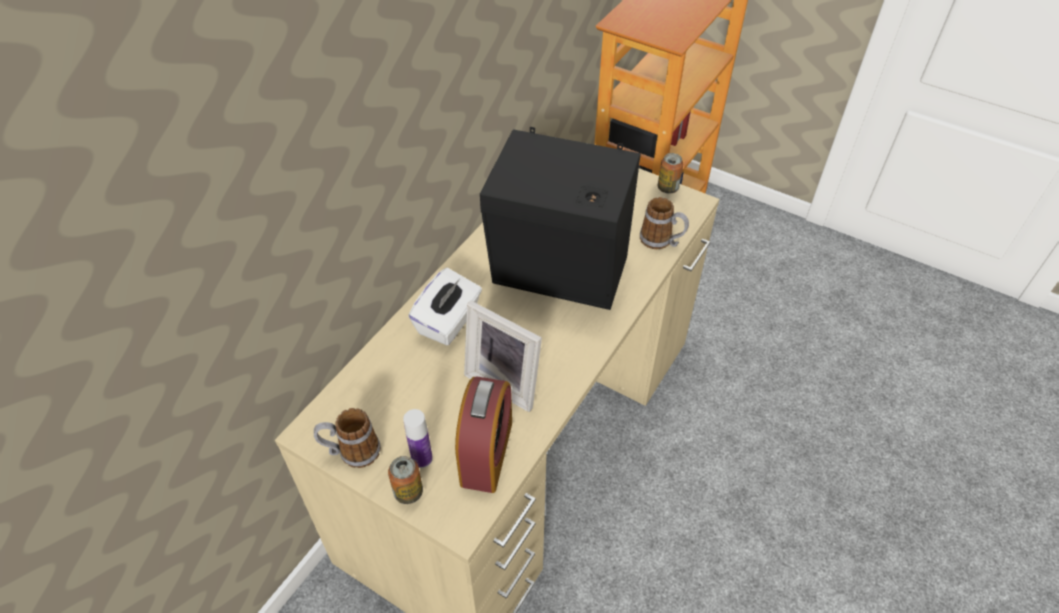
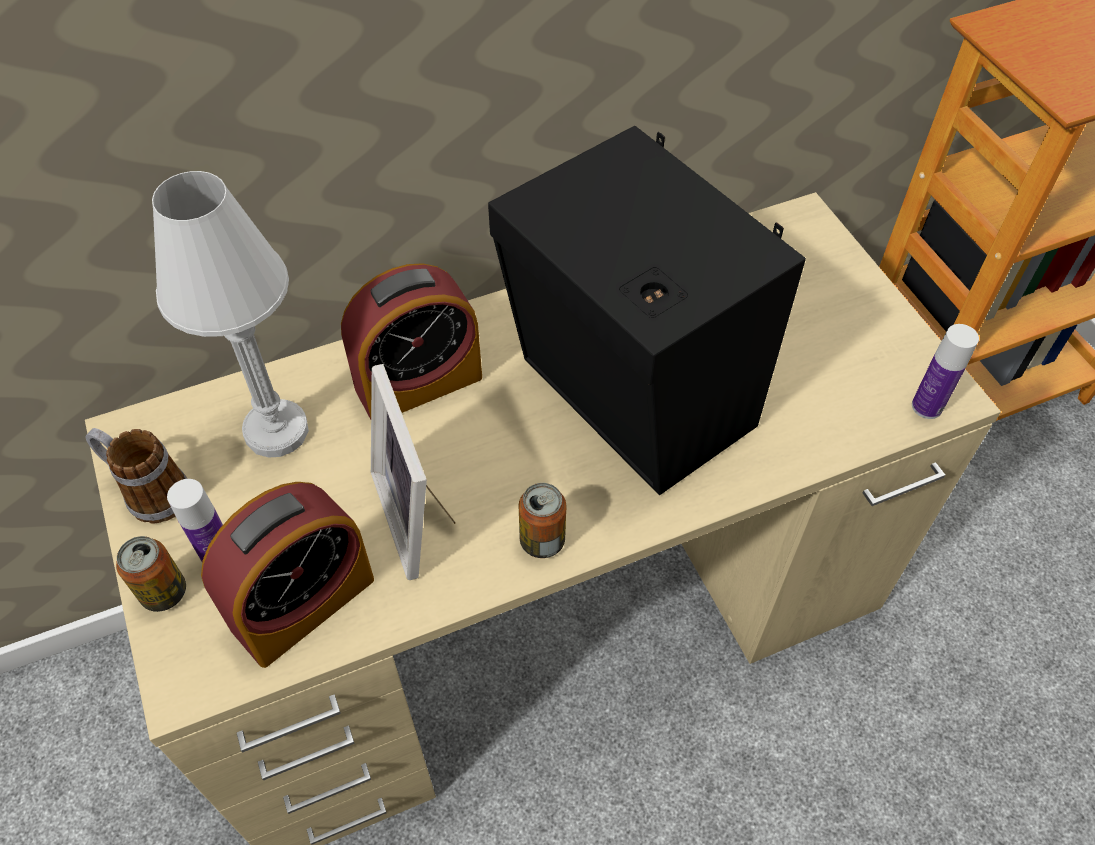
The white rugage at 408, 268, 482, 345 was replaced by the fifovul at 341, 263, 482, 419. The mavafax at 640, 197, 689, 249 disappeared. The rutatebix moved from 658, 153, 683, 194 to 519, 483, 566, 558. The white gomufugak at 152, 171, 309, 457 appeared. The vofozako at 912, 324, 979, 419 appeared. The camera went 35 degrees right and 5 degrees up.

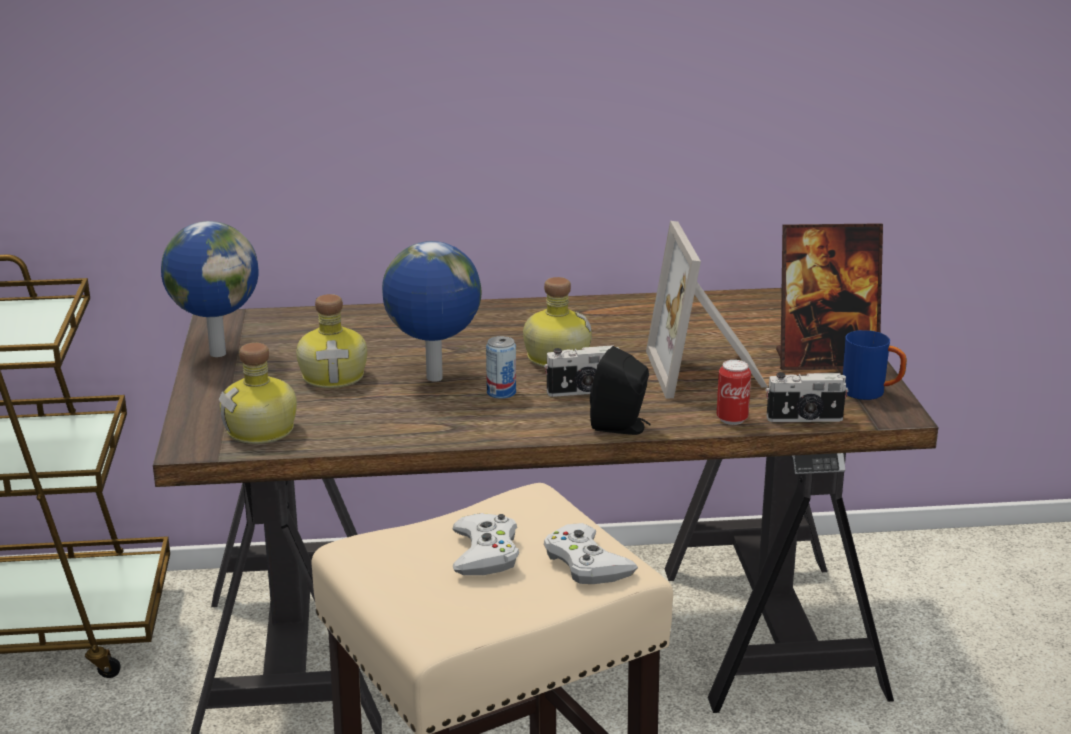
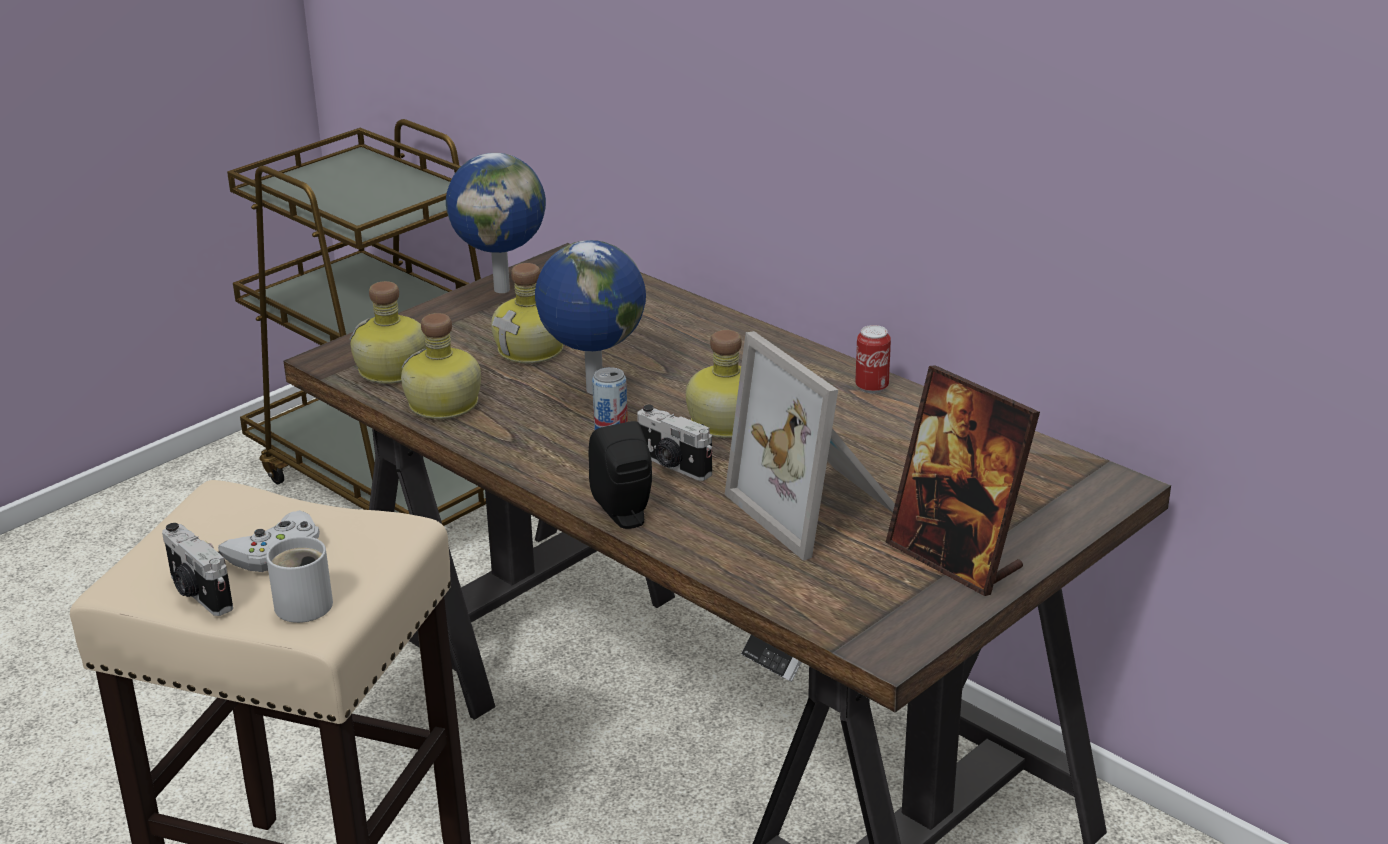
The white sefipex at 544, 523, 638, 584 was replaced by the white mavafax at 266, 536, 333, 623. The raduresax at 646, 221, 768, 398 turned 75 degrees counterclockwise. The rutatebix moved from 717, 360, 751, 425 to 855, 325, 891, 394. The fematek moved from 766, 372, 849, 422 to 162, 523, 233, 616. The blue mavafax at 843, 330, 907, 400 disappeared. The vofozako at 401, 313, 481, 419 appeared. The camera went 50 degrees right and 5 degrees up.

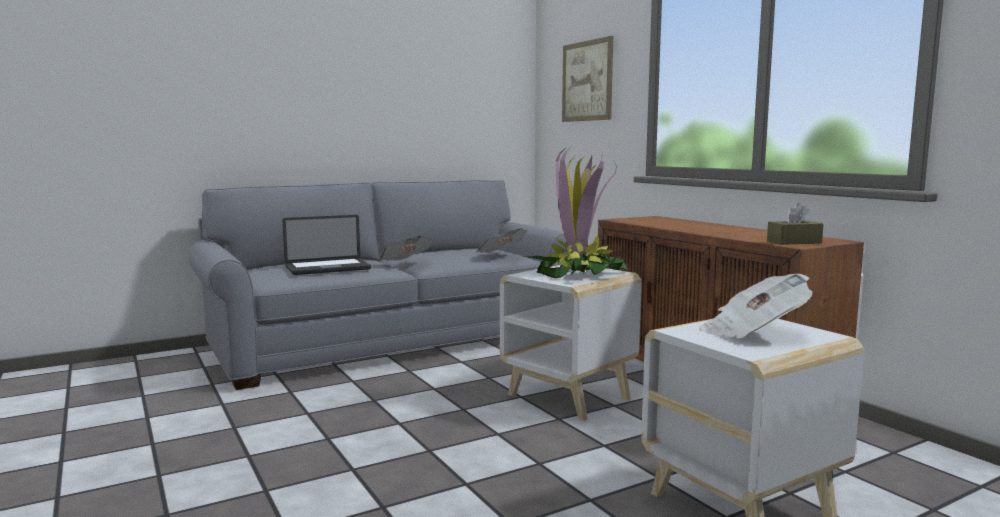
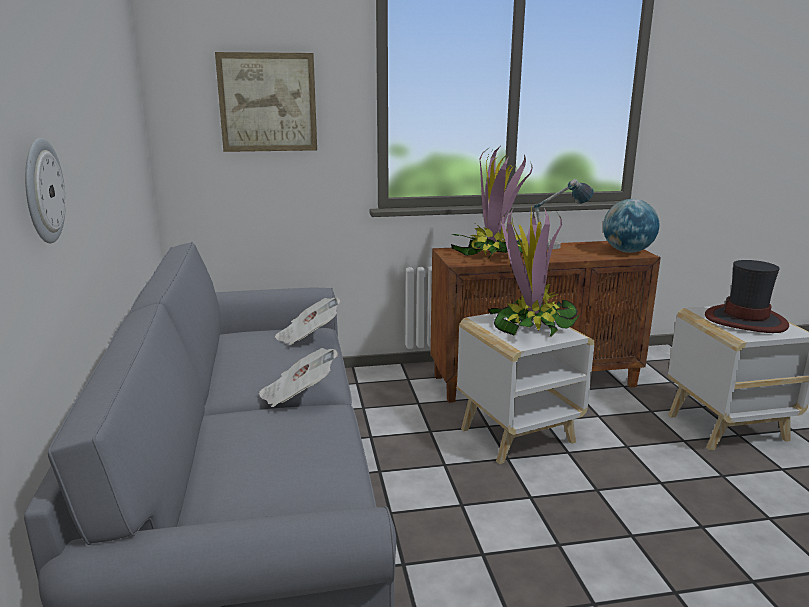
The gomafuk at 282, 215, 371, 275 disappeared. The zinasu at 699, 274, 812, 338 was replaced by the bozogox at 705, 260, 789, 333. The brown rugage at 767, 203, 824, 245 was replaced by the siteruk at 603, 199, 659, 253. The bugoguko at 25, 138, 66, 243 appeared. The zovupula at 451, 146, 533, 258 appeared. The gomufugak at 534, 179, 594, 249 appeared. The camera went 70 degrees left and 10 degrees up.

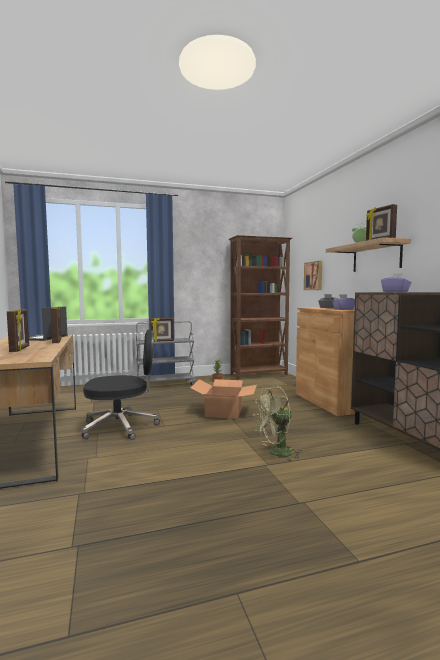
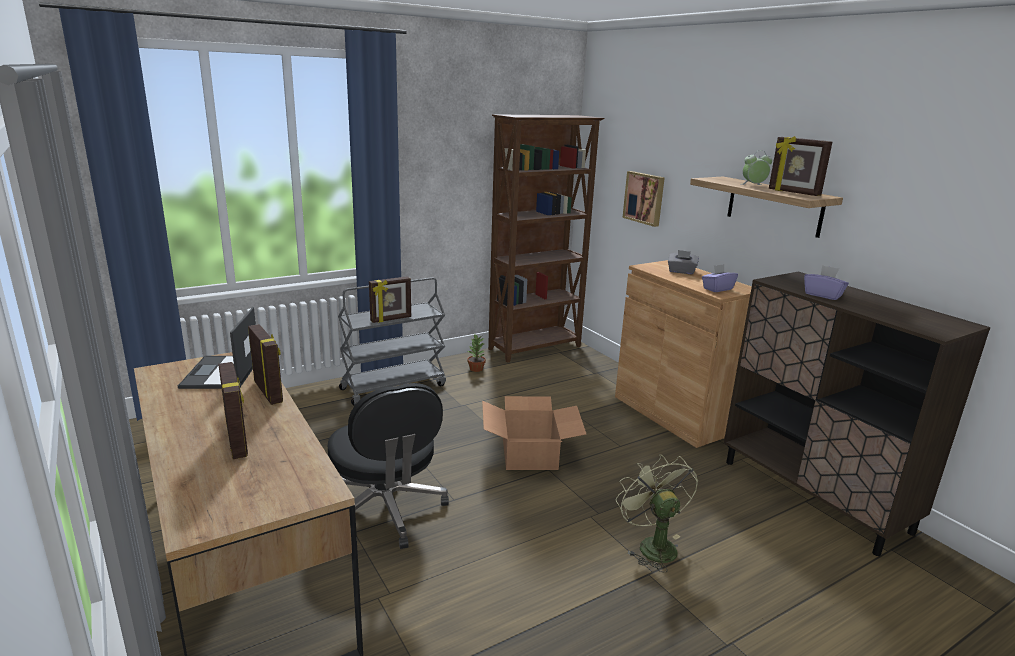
The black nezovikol at 81, 330, 160, 440 turned 90 degrees clockwise. The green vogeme at 253, 386, 303, 462 turned 105 degrees clockwise. The camera went 15 degrees left and 15 degrees up.

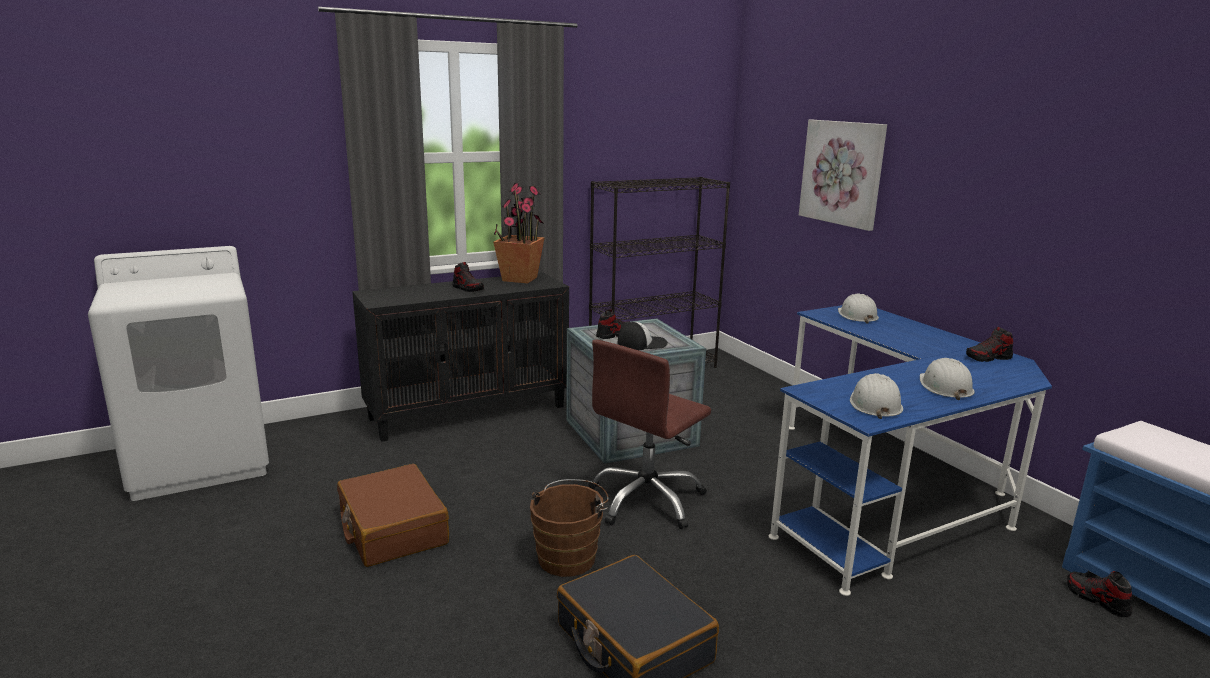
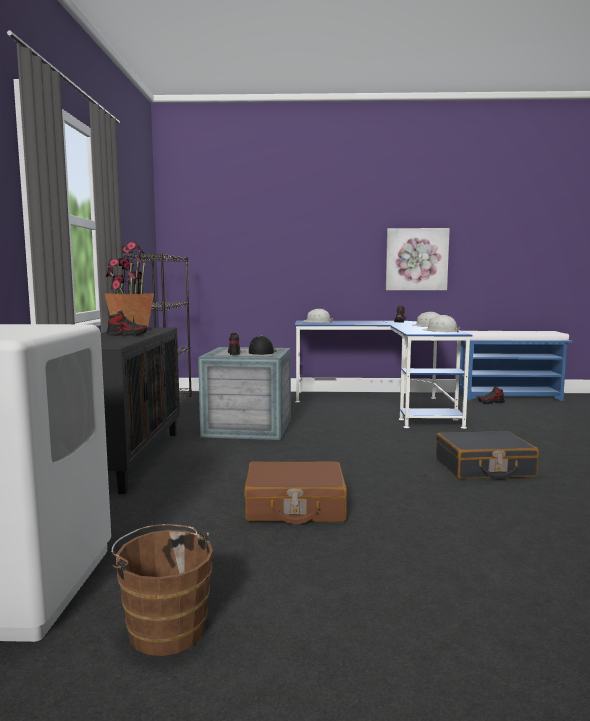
The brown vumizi moved from 530, 479, 609, 577 to 111, 524, 213, 656. The brown nezovikol at 588, 340, 711, 529 disappeared. The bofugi moved from 799, 120, 887, 231 to 386, 228, 450, 290. The camera went 60 degrees left and 10 degrees down.

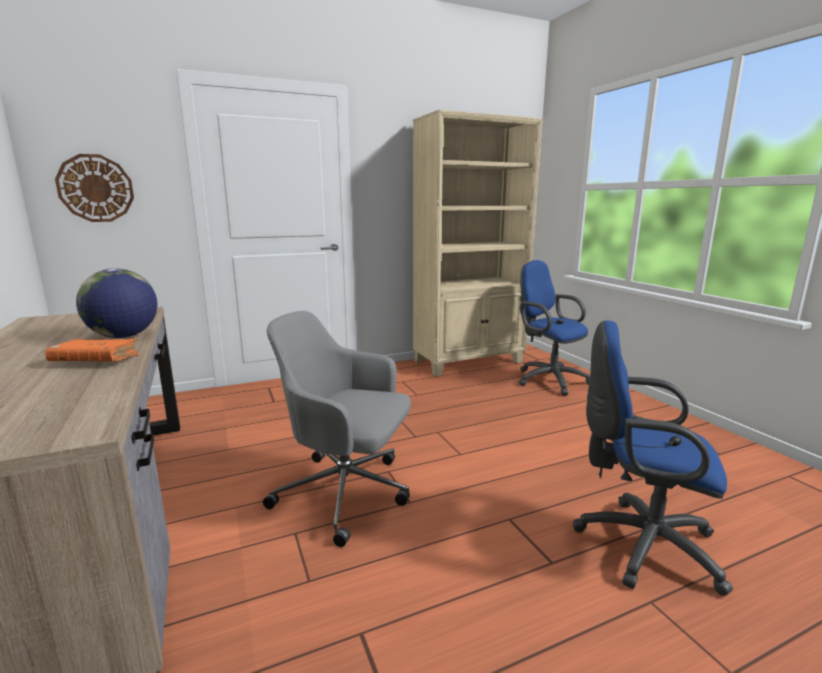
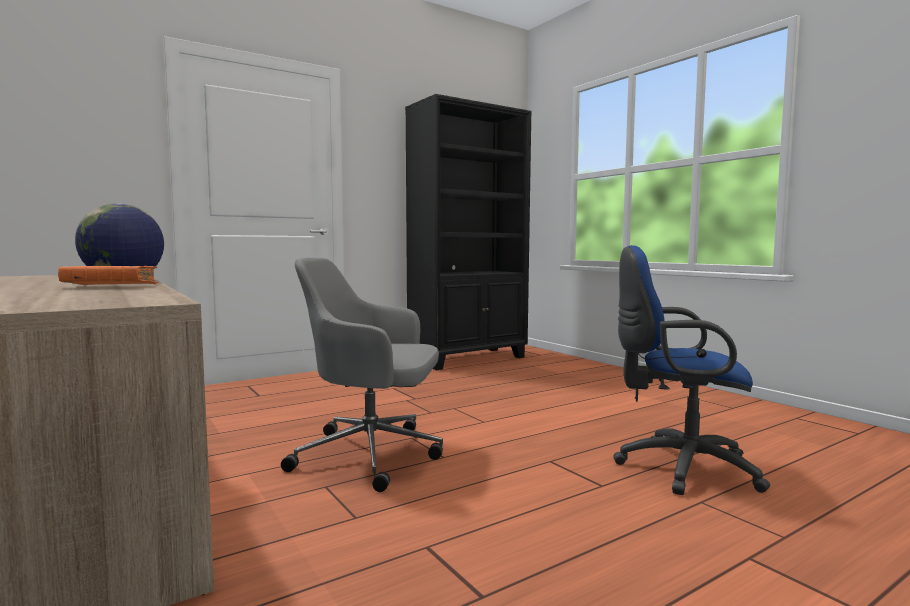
The bugoguko at 55, 154, 134, 222 disappeared. The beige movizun at 413, 110, 542, 376 became the black movizun at 405, 94, 531, 370. The blue nezovikol at 519, 260, 590, 395 disappeared. The camera went 10 degrees left and 10 degrees down.

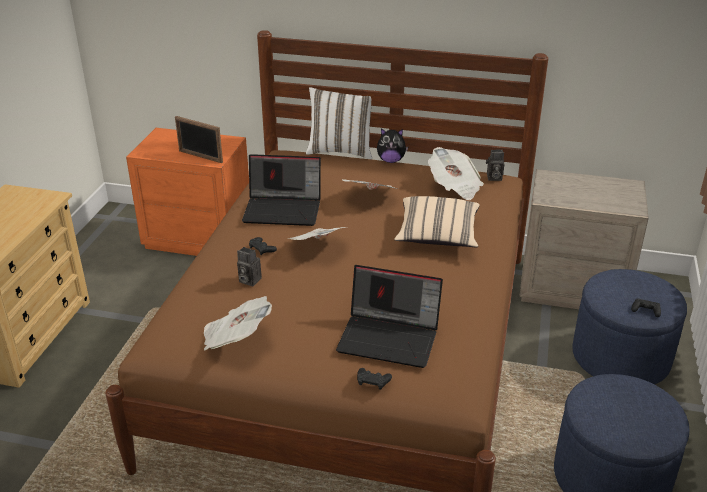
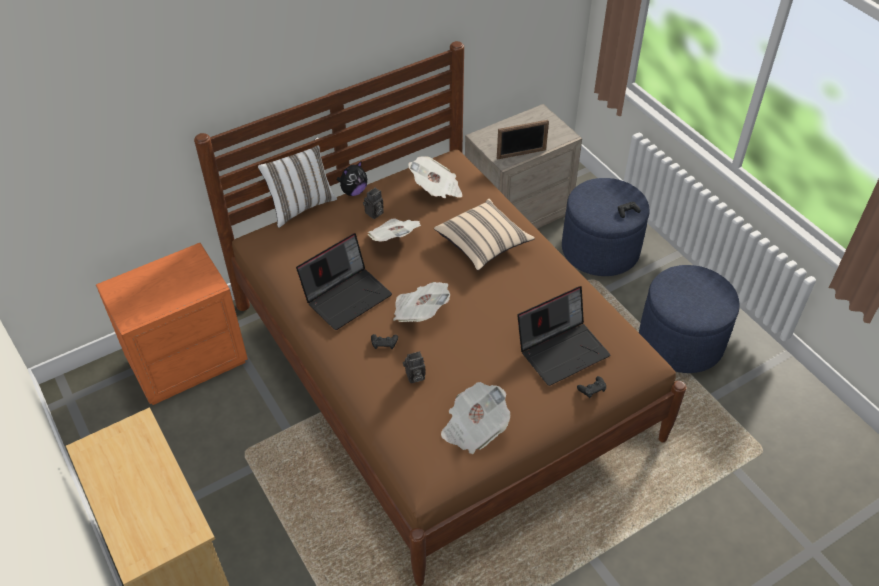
The raduresax moved from 175, 116, 223, 163 to 497, 120, 549, 160. The fematek moved from 486, 150, 504, 181 to 363, 188, 384, 219. The camera went 45 degrees left and 15 degrees up.

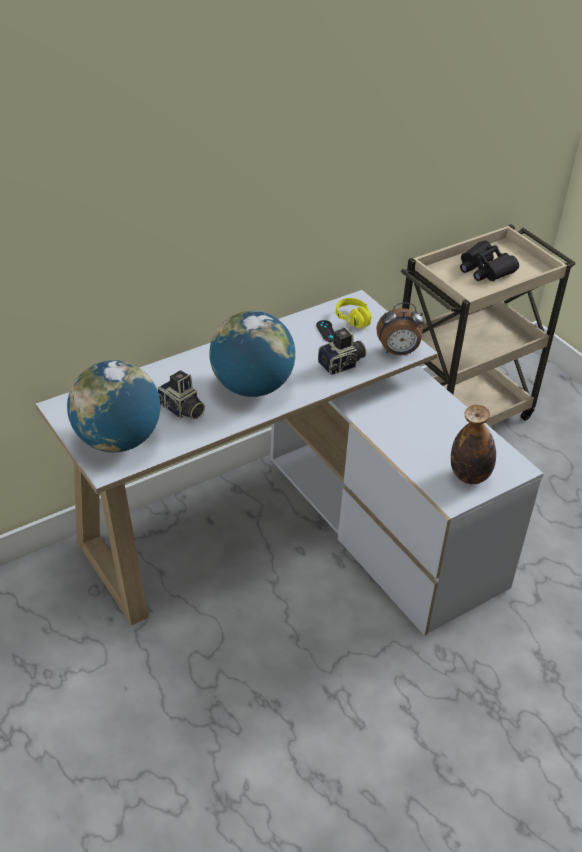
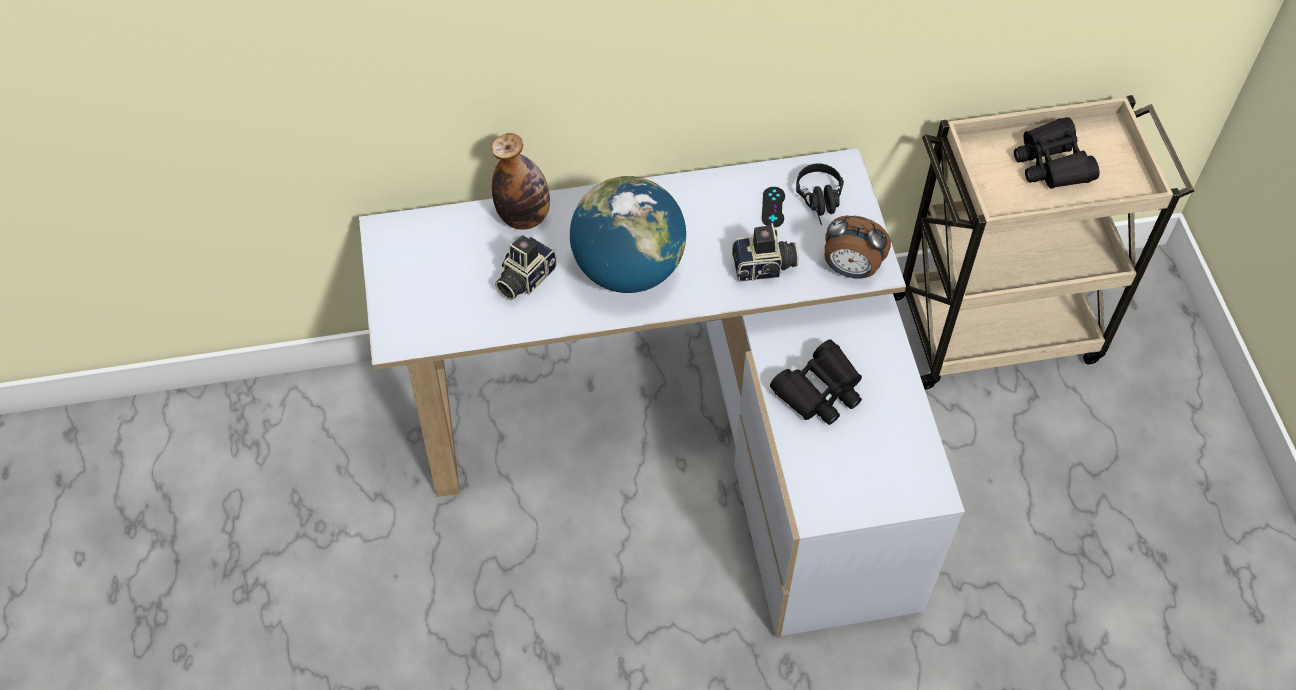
The siteruk at 67, 360, 160, 452 disappeared. The fematek at 157, 370, 205, 419 turned 60 degrees clockwise. The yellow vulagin at 336, 298, 372, 331 became the black vulagin at 796, 163, 844, 225. The vofozako moved from 451, 405, 496, 484 to 491, 133, 550, 230. The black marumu at 770, 340, 862, 425 appeared. The camera went 25 degrees right and 15 degrees up.

